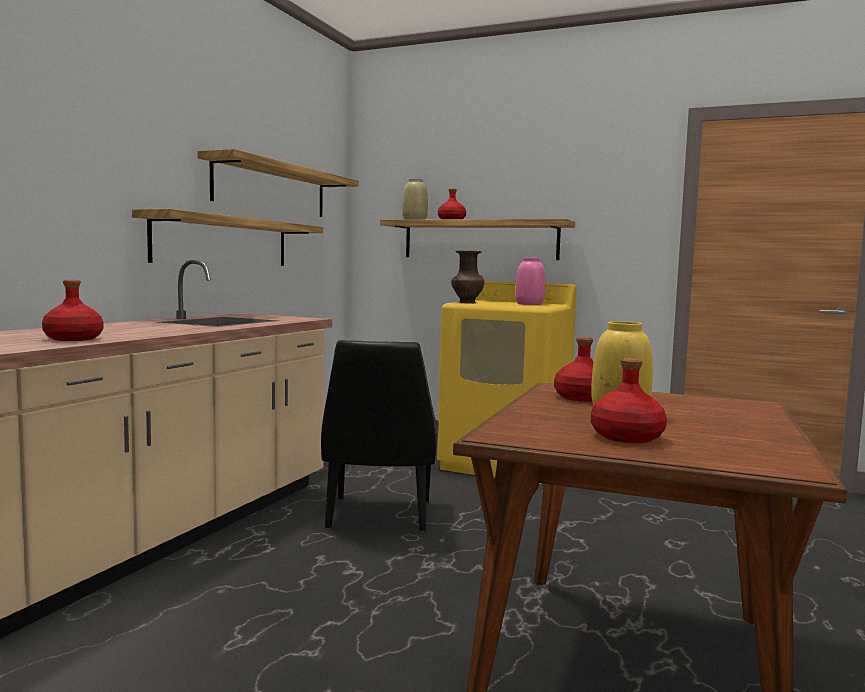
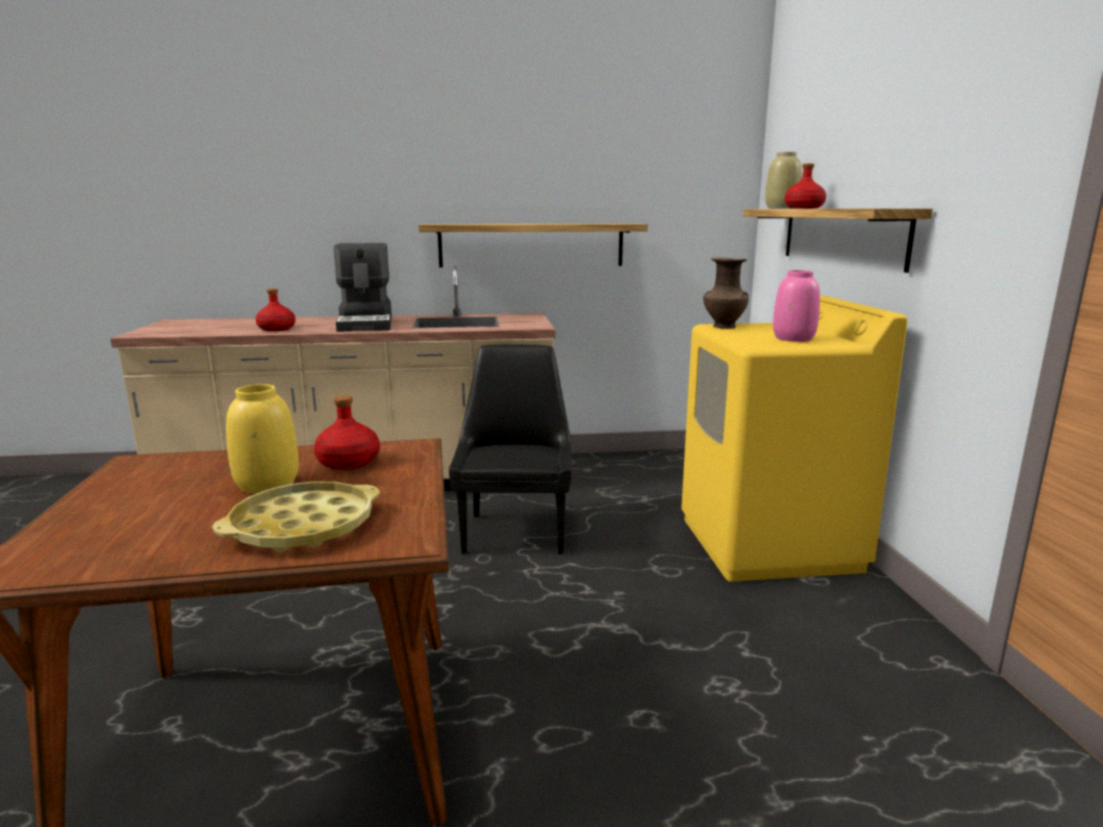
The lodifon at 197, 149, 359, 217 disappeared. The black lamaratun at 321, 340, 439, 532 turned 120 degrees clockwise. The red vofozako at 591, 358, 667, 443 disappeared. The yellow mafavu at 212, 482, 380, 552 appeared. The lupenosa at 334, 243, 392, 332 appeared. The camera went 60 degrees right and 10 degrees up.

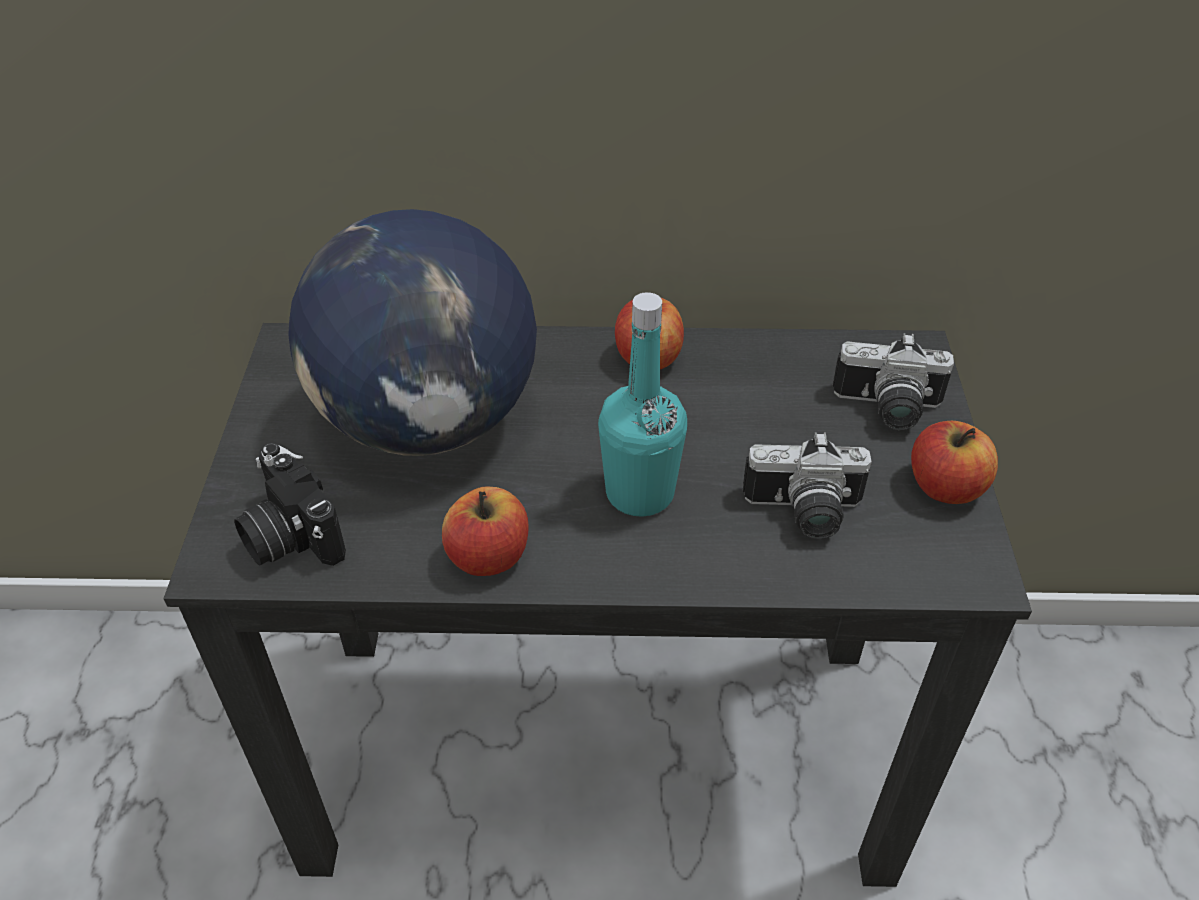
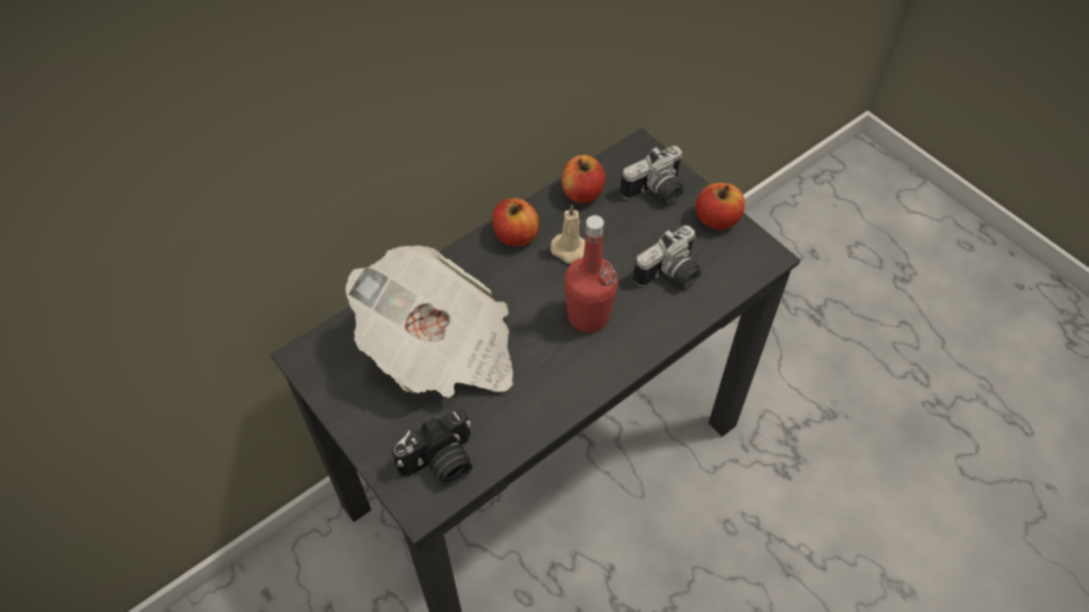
The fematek at 234, 443, 346, 566 turned 45 degrees counterclockwise. The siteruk at 288, 209, 537, 456 was replaced by the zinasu at 345, 245, 513, 398. The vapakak moved from 442, 486, 529, 576 to 561, 155, 605, 203. The turquoise vofozako at 598, 292, 687, 517 became the red vofozako at 564, 215, 618, 333. The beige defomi at 550, 204, 585, 263 appeared. The camera went 40 degrees left and 10 degrees up.

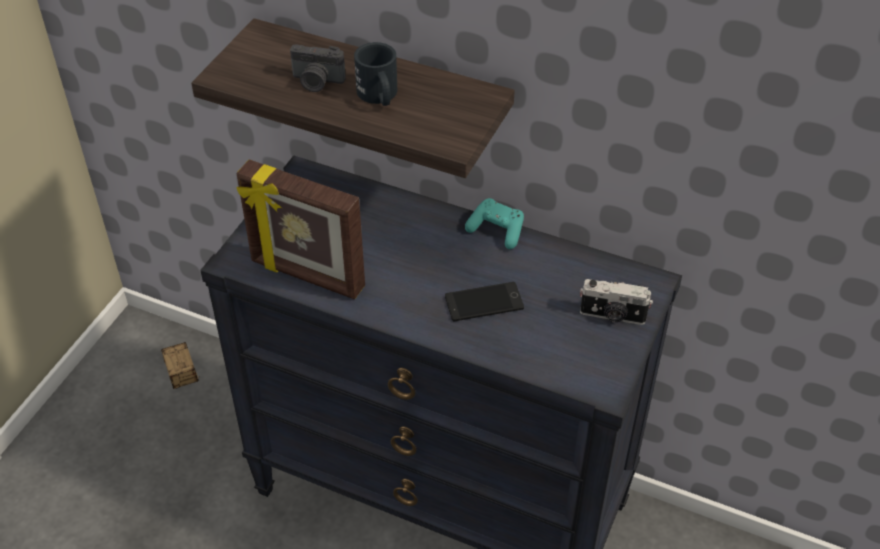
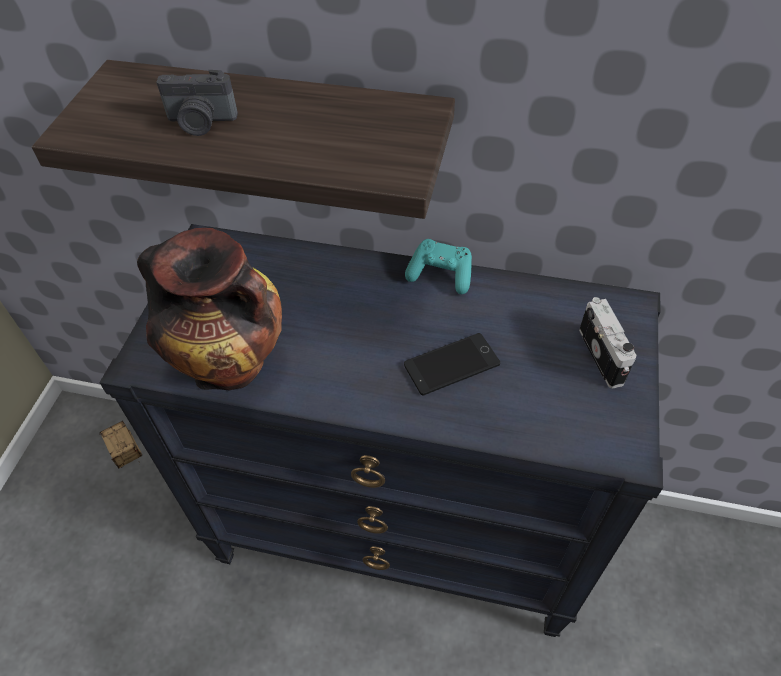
The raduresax at 237, 159, 365, 299 was replaced by the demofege at 137, 228, 282, 390. The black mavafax at 354, 42, 397, 106 disappeared. The fematek at 580, 279, 653, 325 turned 105 degrees counterclockwise. The camera went 10 degrees left and 5 degrees up.

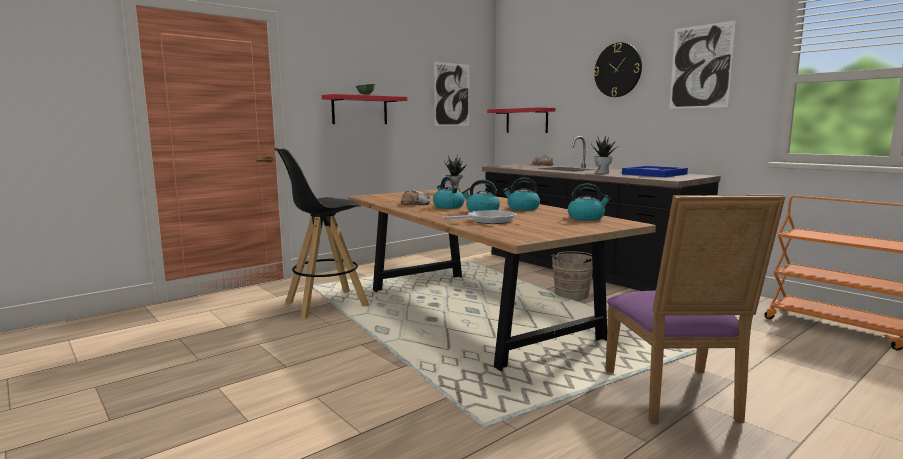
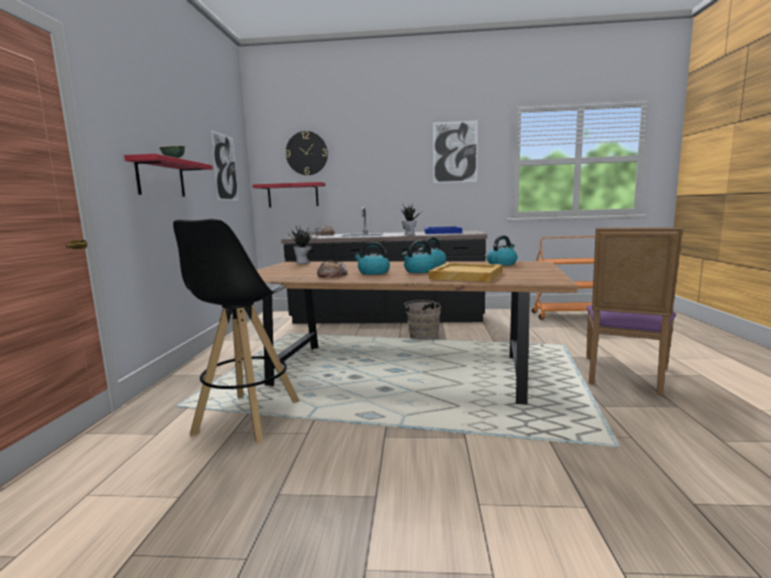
The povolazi at 443, 210, 516, 224 was replaced by the beige mafavu at 429, 263, 502, 282. The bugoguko moved from 594, 42, 642, 97 to 286, 131, 328, 175. The purple lamaratun at 605, 195, 785, 424 turned 75 degrees clockwise. The camera went 45 degrees left and 0 degrees up.

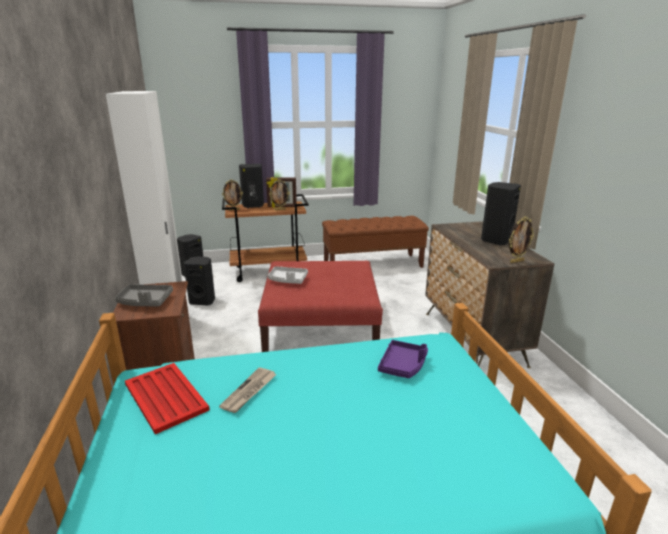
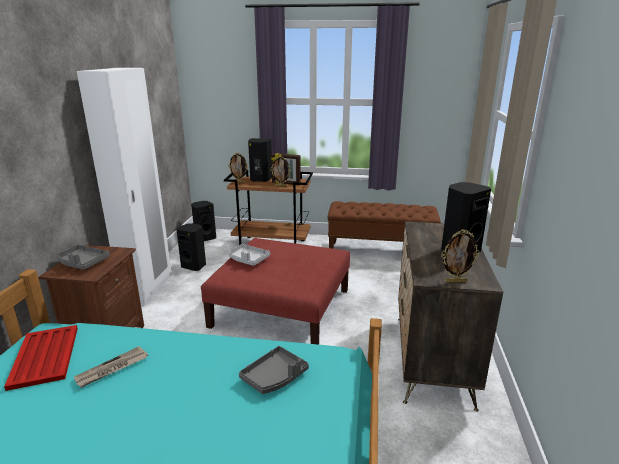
The purple mafavu at 378, 340, 428, 378 became the grey mafavu at 239, 346, 309, 394. The camera went 20 degrees right and 0 degrees up.

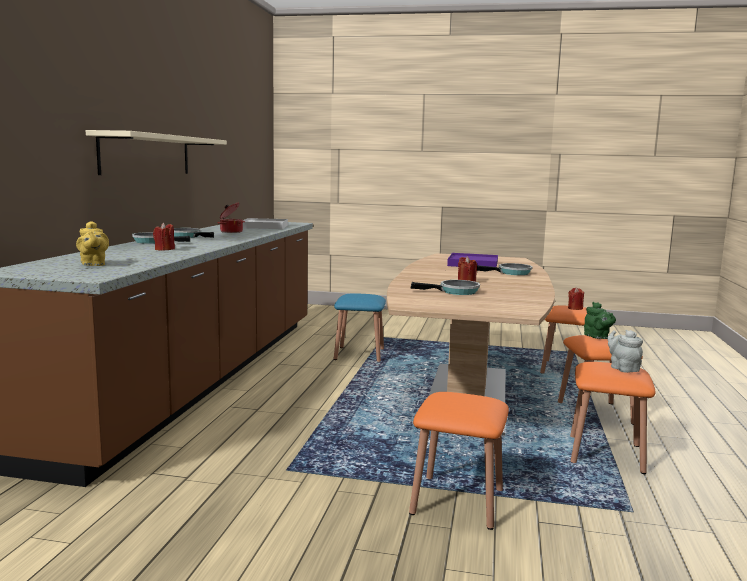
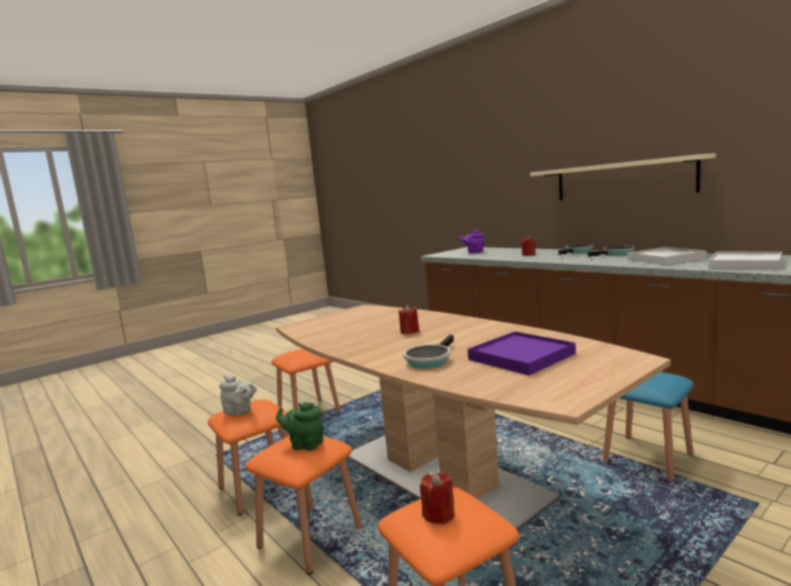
The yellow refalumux at 76, 221, 109, 266 became the purple refalumux at 460, 230, 485, 254. The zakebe at 217, 203, 245, 233 was replaced by the white mafavu at 627, 247, 706, 265. The povolazi at 410, 280, 480, 295 disappeared. The camera went 130 degrees right and 0 degrees up.

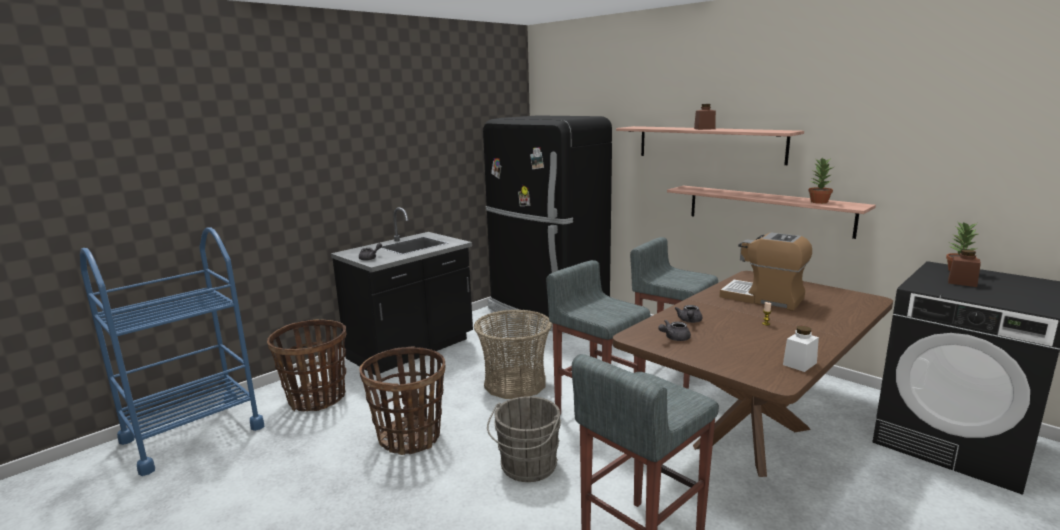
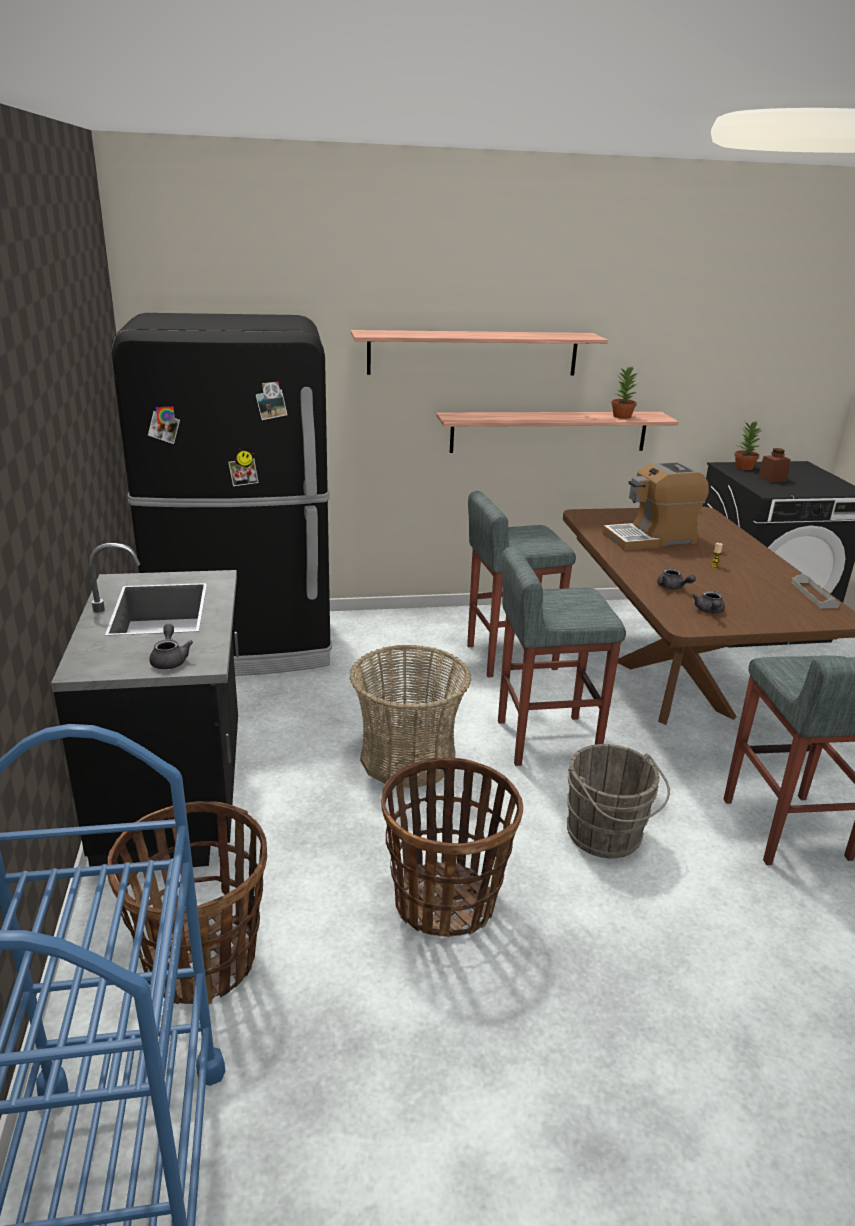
The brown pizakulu at 694, 104, 716, 130 disappeared. The white pizakulu at 783, 326, 819, 372 was replaced by the grey mafavu at 791, 574, 840, 608. The camera went 55 degrees left and 10 degrees up.

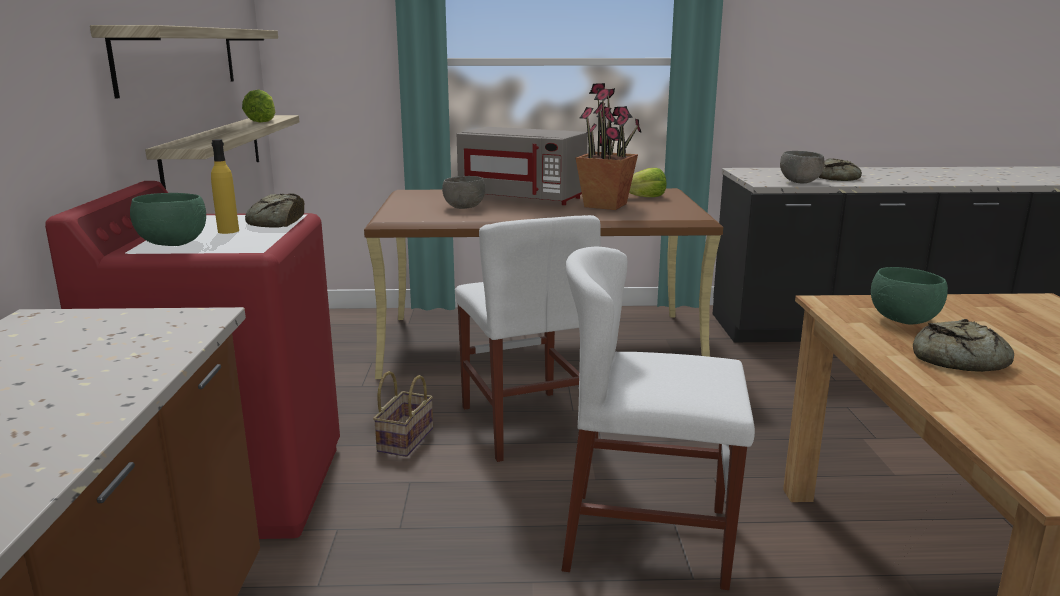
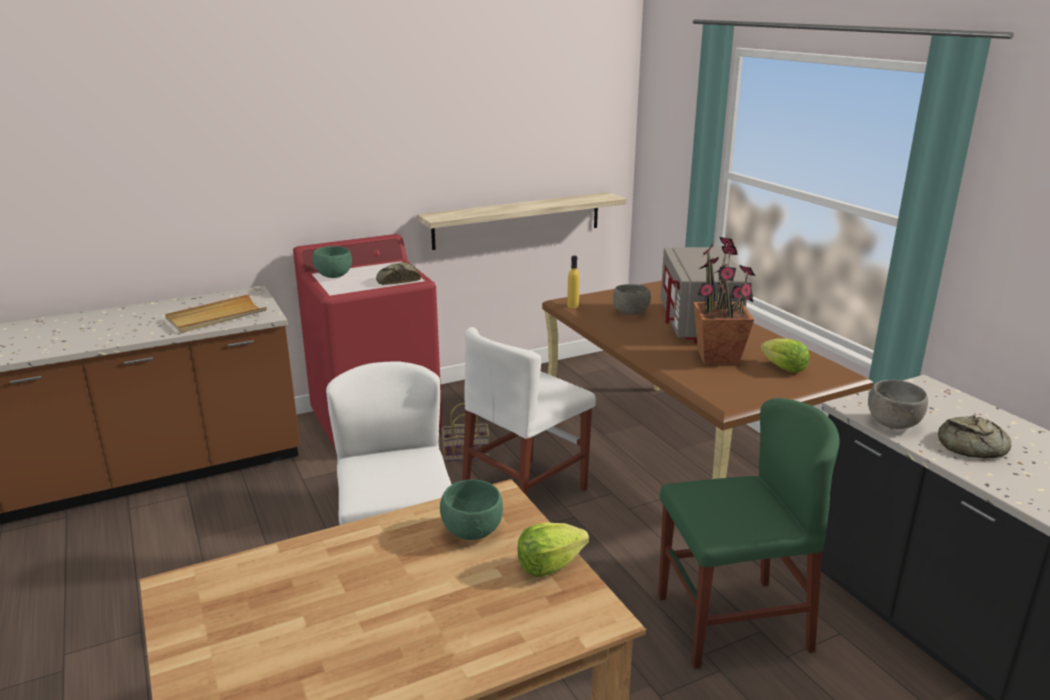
The lodifon at 90, 25, 278, 99 disappeared. The yellow vofozako moved from 211, 139, 239, 234 to 567, 256, 580, 308. The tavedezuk moved from 242, 89, 275, 123 to 517, 522, 589, 577. The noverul at 913, 319, 1014, 372 disappeared. The beige mafavu at 165, 294, 267, 333 appeared. The green lamaratun at 658, 398, 840, 669 appeared. The camera went 65 degrees right and 5 degrees up.

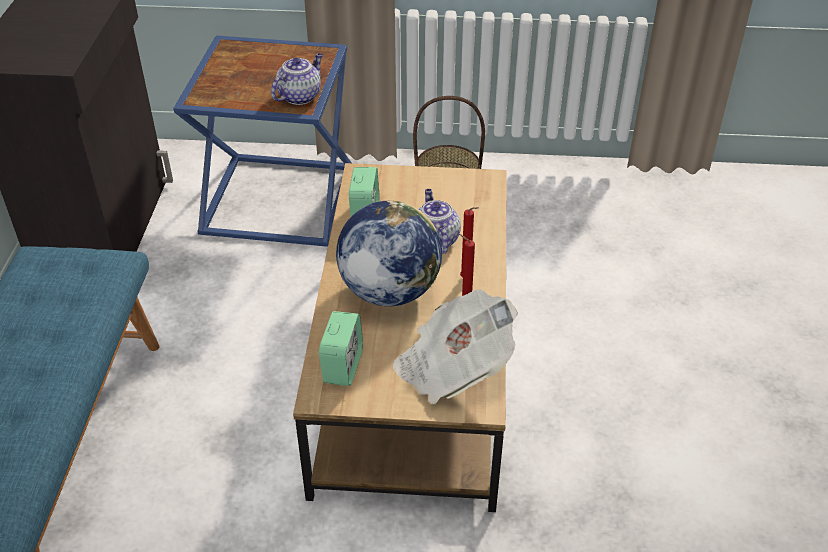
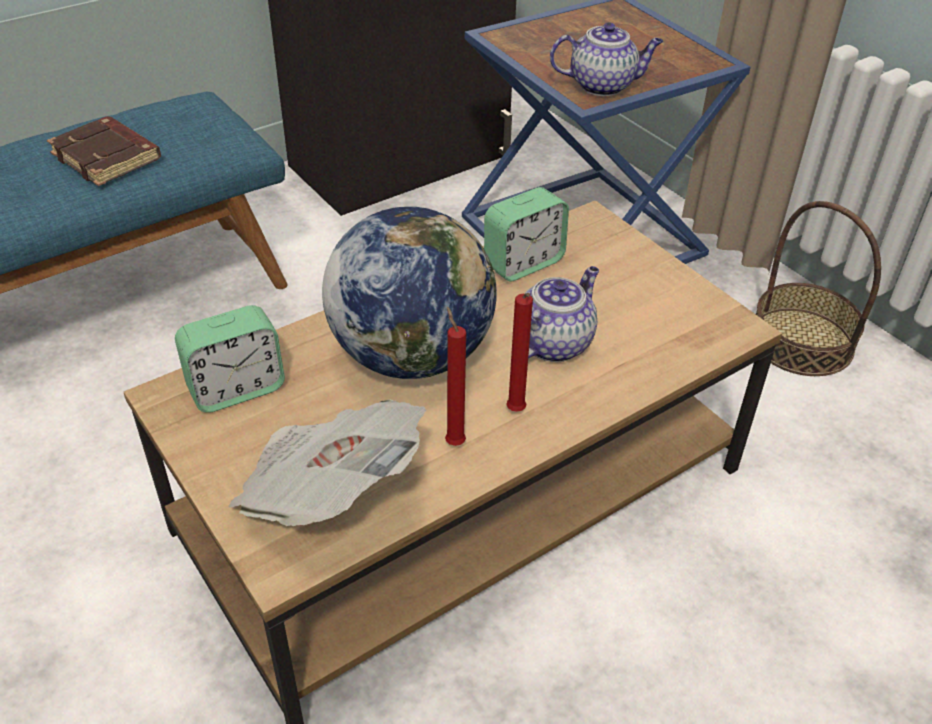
The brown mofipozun at 47, 116, 161, 186 appeared. The camera went 50 degrees right and 0 degrees up.

